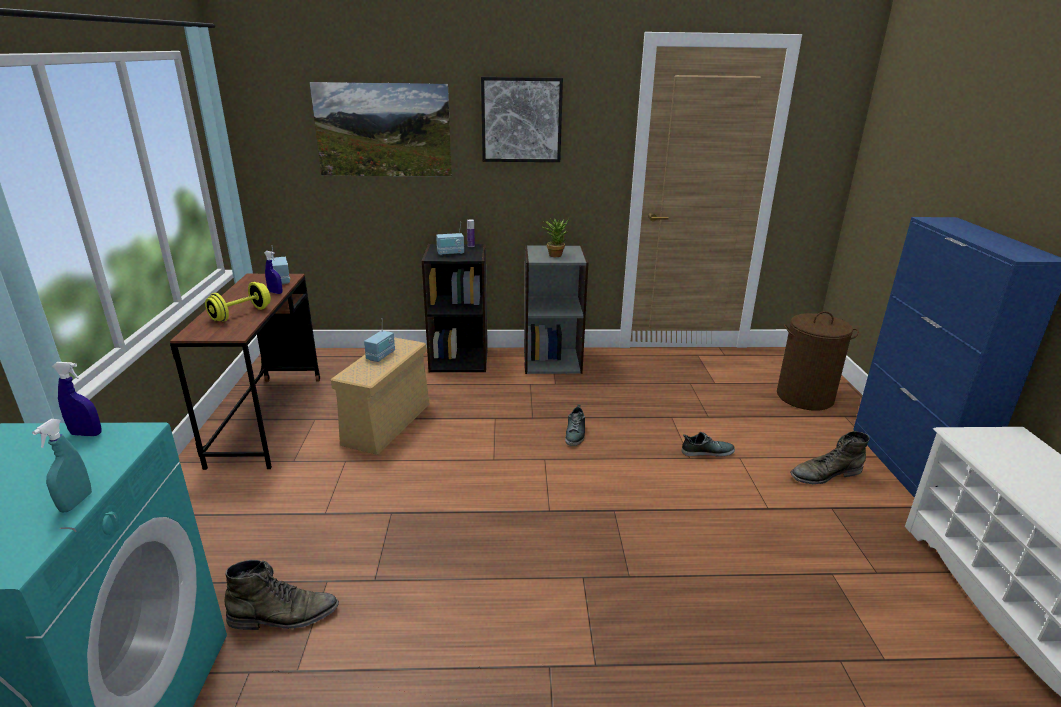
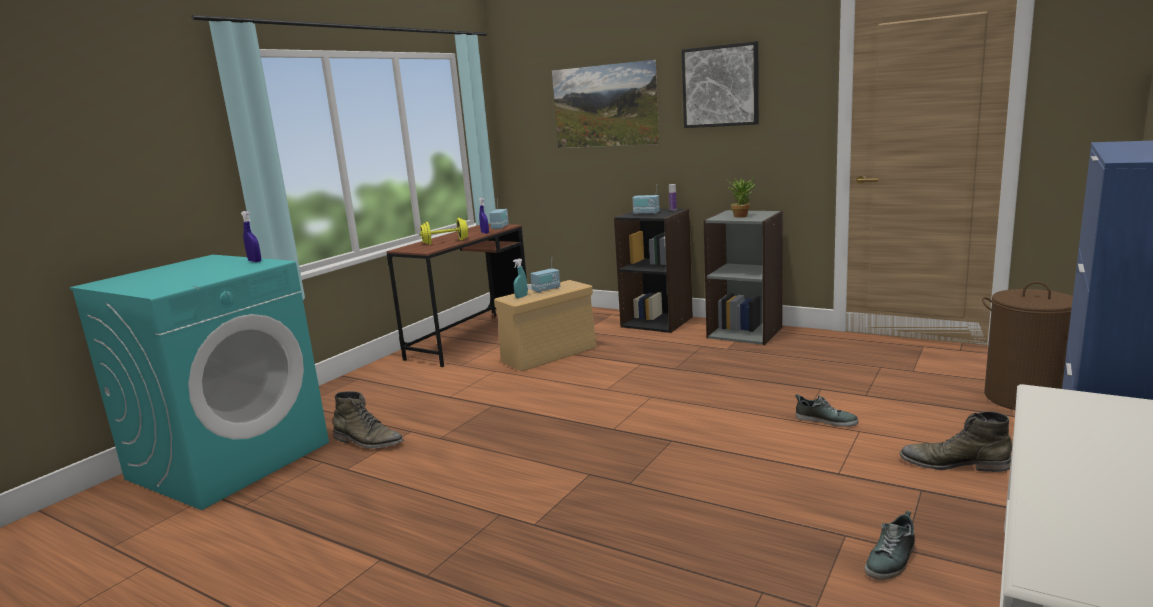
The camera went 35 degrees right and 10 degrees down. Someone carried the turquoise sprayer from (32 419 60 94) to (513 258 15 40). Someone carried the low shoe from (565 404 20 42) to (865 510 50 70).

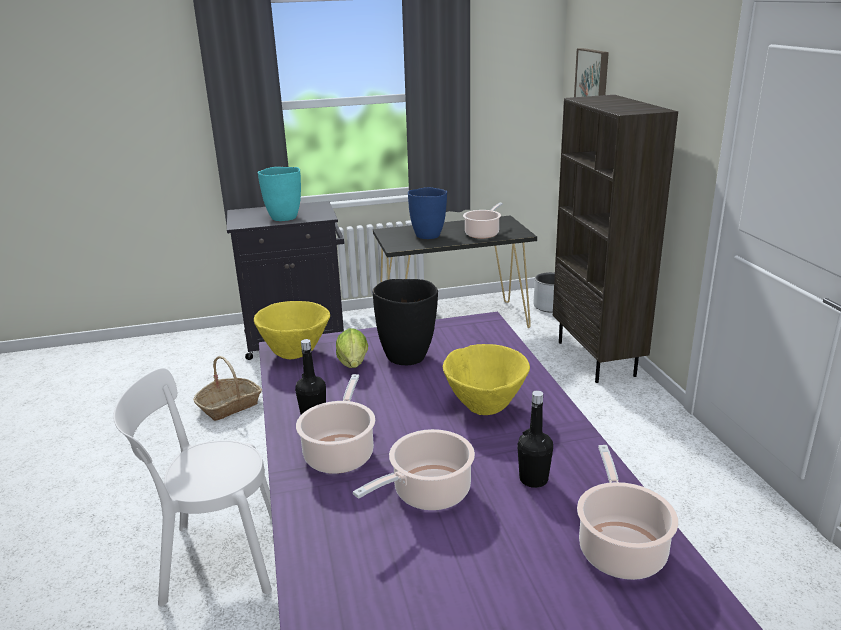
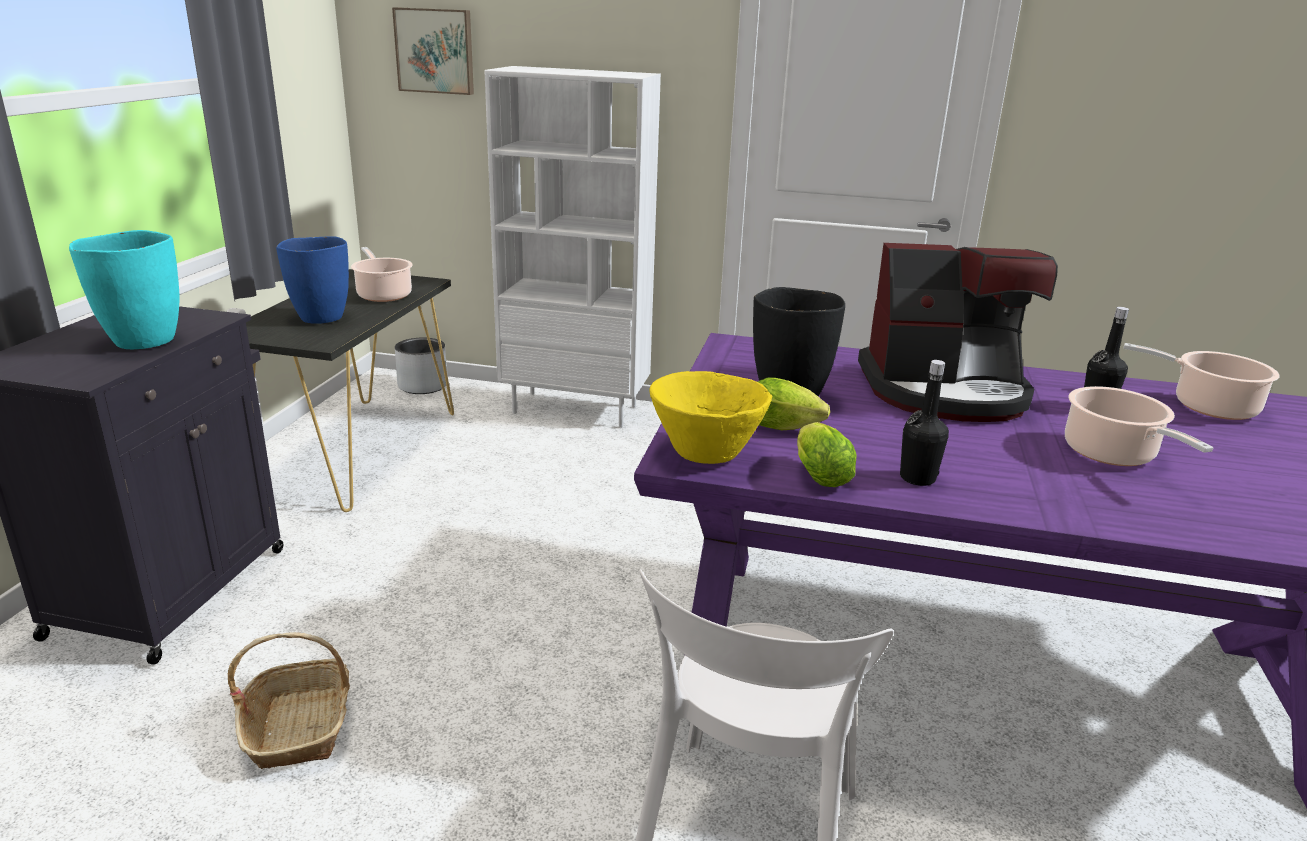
The camera went 65 degrees left and 0 degrees up. Someone took away the stockpot at (296 374 79 100). Someone swapped the yellowish bowl at (443 344 87 71) for the coffee machine at (858 243 200 179). Someone repainted the brown-coloured shelving unit at (553 95 125 288), which became the white shelving unit at (484 66 177 362). Someone put down the lettuce head at (797 422 60 65).

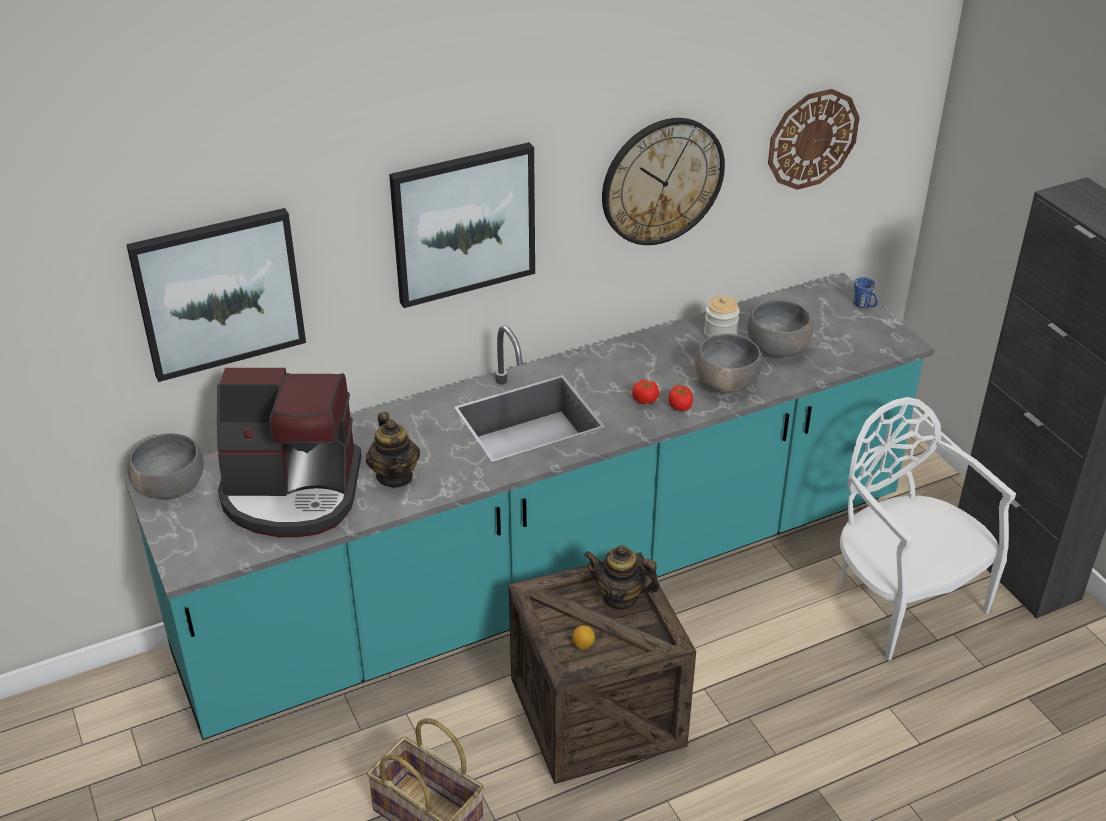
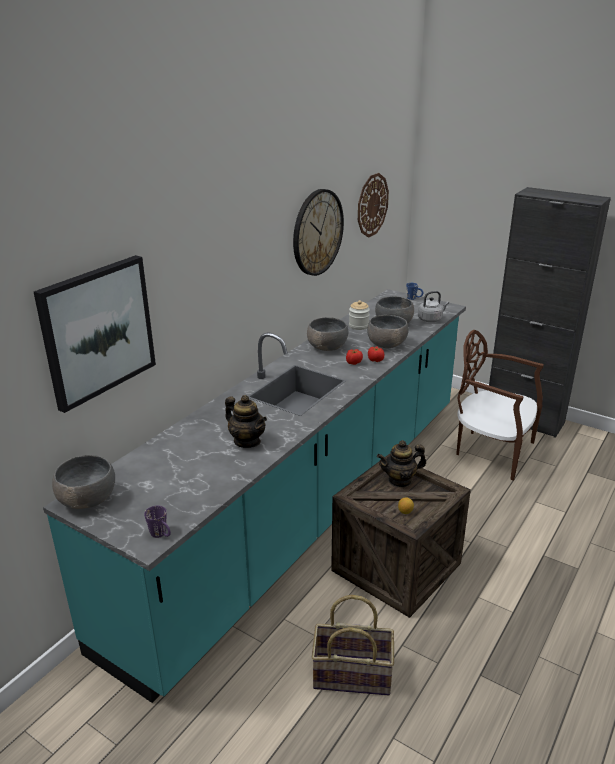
The camera went 30 degrees left and 10 degrees down. Someone took away the coffee machine at (217 368 144 169). Someone took away the wall art at (389 142 146 166). Someone repainted the white plain chair at (840 397 176 264), which became the brown-coloured plain chair at (456 330 88 151). Someone put down the purple-coloured tea mug at (144 506 27 32). Someone put down the greyish bowl at (307 317 41 34). Someone put down the greyish water kettle at (418 291 31 31).

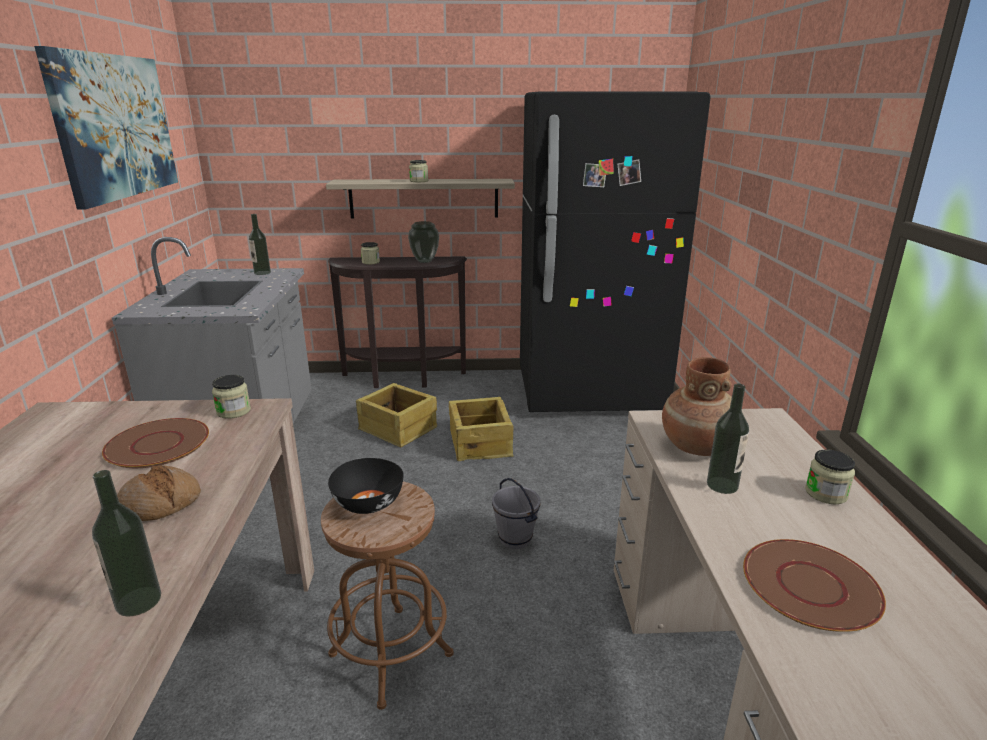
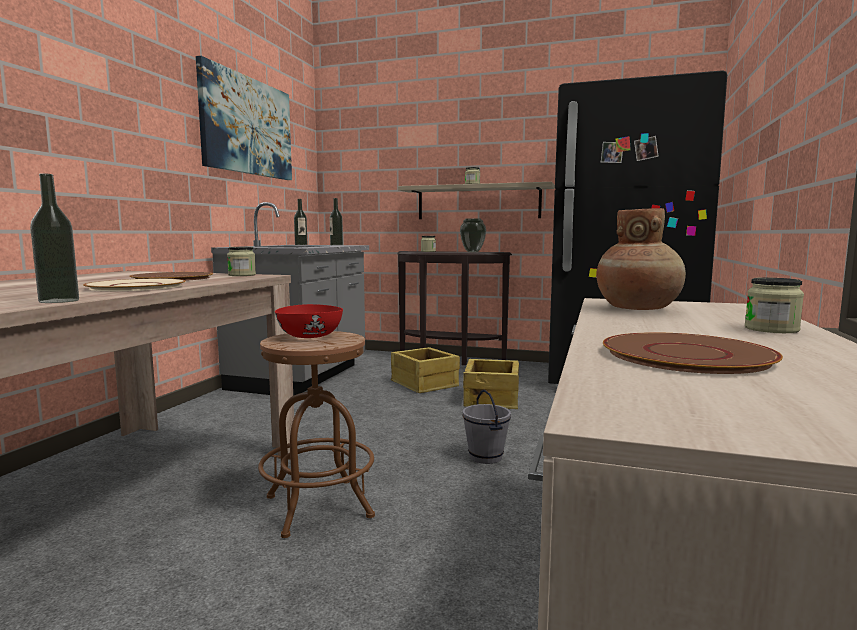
The camera went 20 degrees right and 15 degrees down. Someone swapped the baked bread at (117 465 84 56) for the beige-coloured dinner plate at (83 279 103 12). Someone repainted the black-coloured bowl at (328 458 76 56), which became the red-coloured bowl at (275 304 68 34). Someone carried the bottle from (707 384 42 110) to (294 199 13 46).

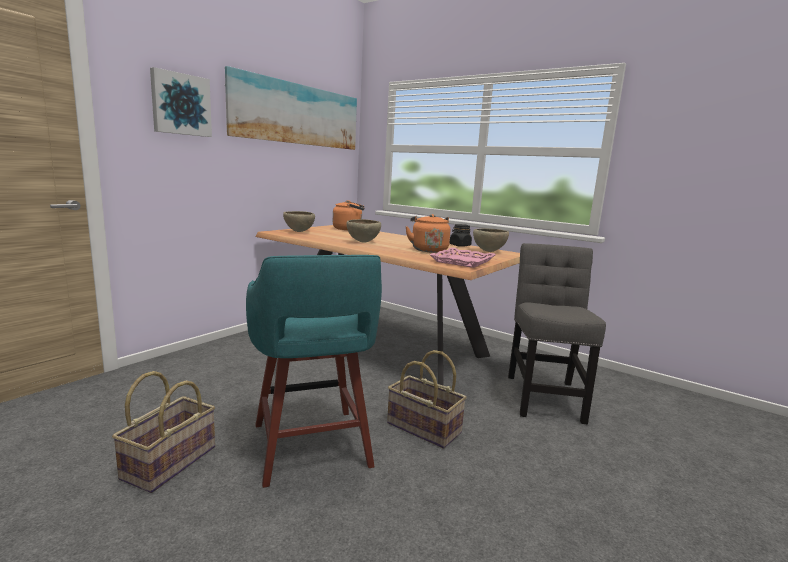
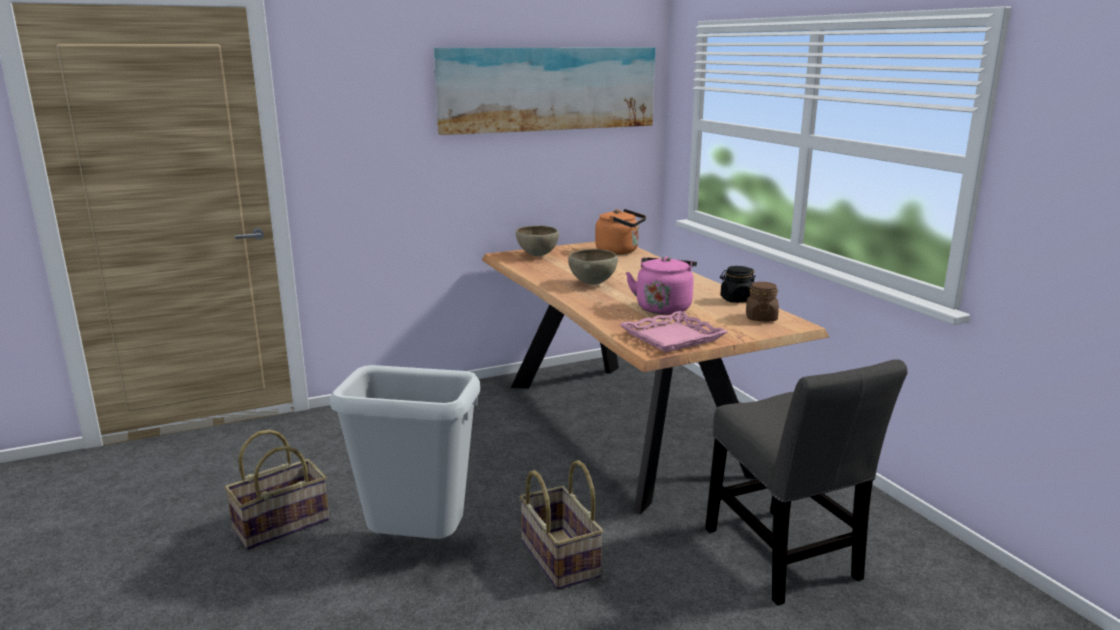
The camera went 30 degrees right and 5 degrees up. Someone took away the wall art at (150 67 62 70). Someone swapped the turquoise sitting stool at (246 255 136 233) for the greyish trash can at (330 365 150 174). Someone repainted the orangey water kettle at (405 214 45 39), which became the pink water kettle at (626 256 71 59). Someone swapped the brown-coloured bowl at (473 228 36 24) for the brown-coloured jar at (746 282 33 39). Someone rotated the greyish plain chair at (508 243 98 182) by 120 degrees clockwise.

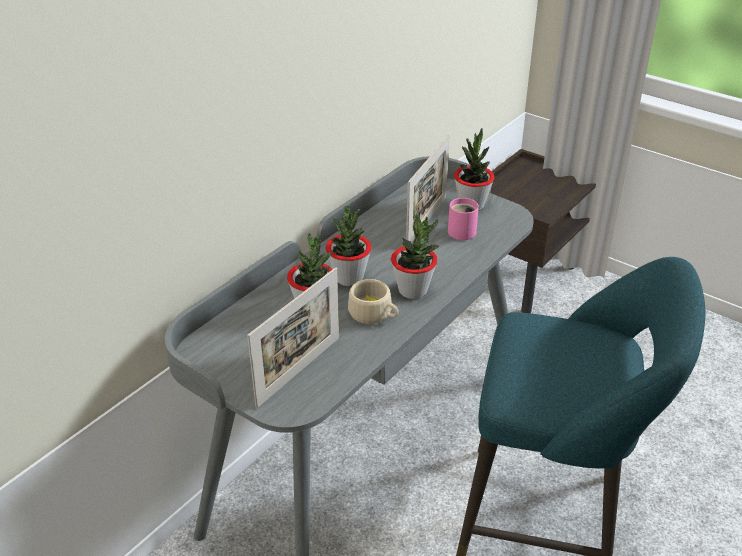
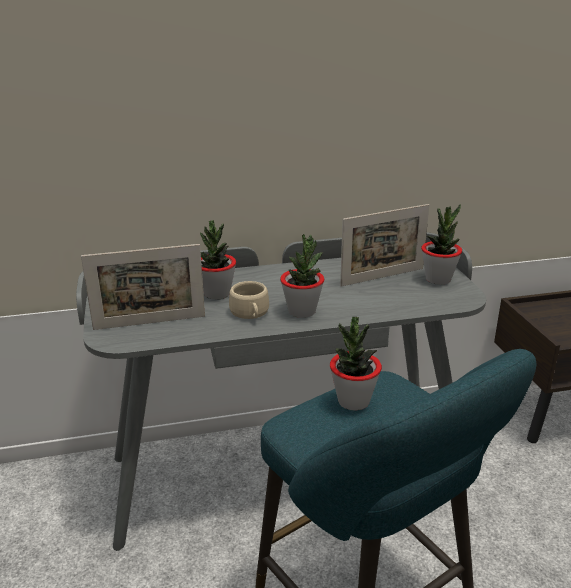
The camera went 40 degrees right and 10 degrees down. Someone carried the houseplant from (326 205 45 81) to (330 317 52 94). Someone took away the pink tea mug at (448 198 31 42).

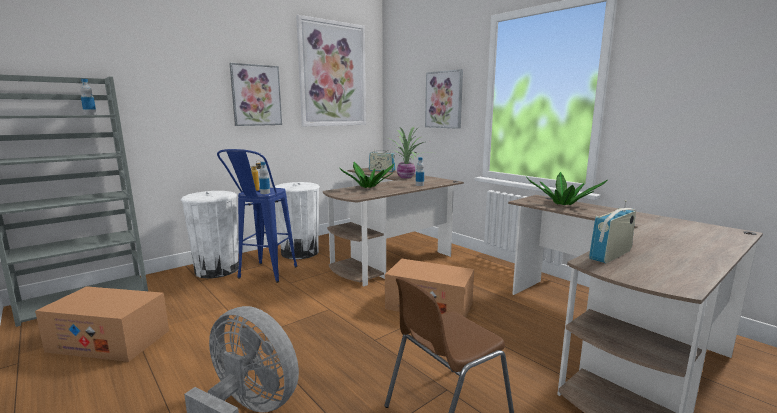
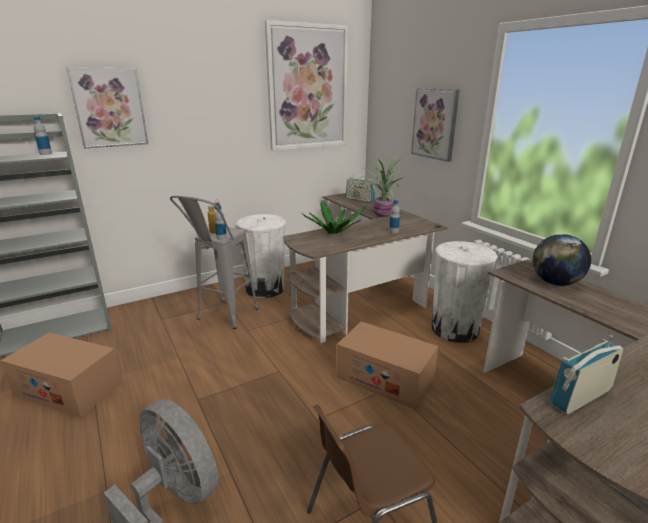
The camera went 10 degrees right and 10 degrees up. Someone carried the white trash can from (181 191 58 87) to (432 241 66 102). Someone repainted the blue-coloured sitting stool at (217 149 81 134), which became the greyish sitting stool at (170 195 89 134). Someone carried the wall art from (229 63 53 63) to (66 67 82 81). Someone swapped the houseplant at (526 172 82 33) for the globe at (532 234 59 52).

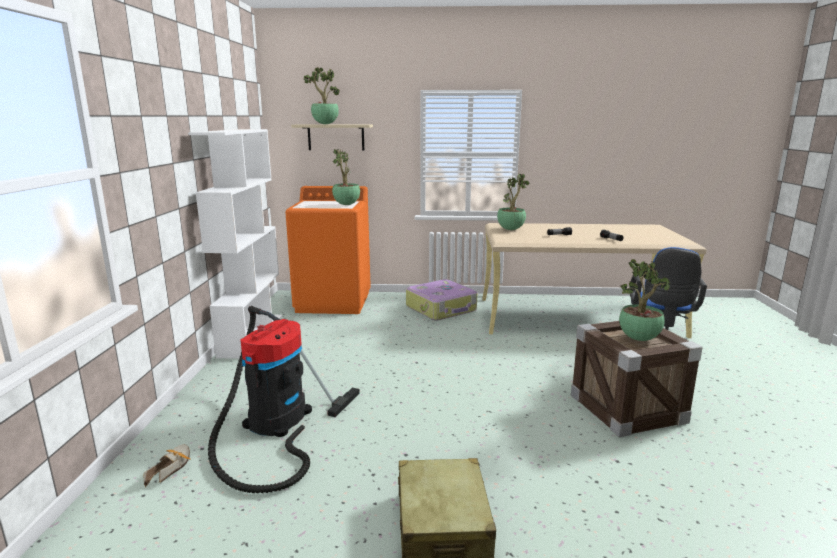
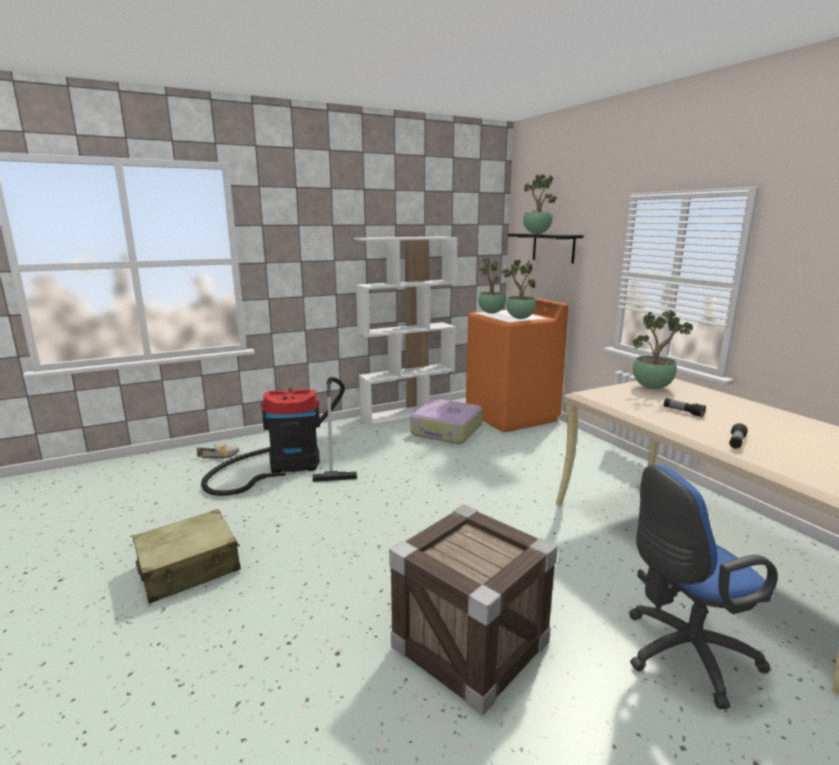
The camera went 60 degrees right and 0 degrees up. Someone repainted the beige-coloured wall shelf at (291 124 82 26), which became the black-coloured wall shelf at (508 233 76 31). Someone carried the piece of luggage from (406 279 71 42) to (410 399 73 45). Someone carried the houseplant from (619 259 51 82) to (478 258 28 56).

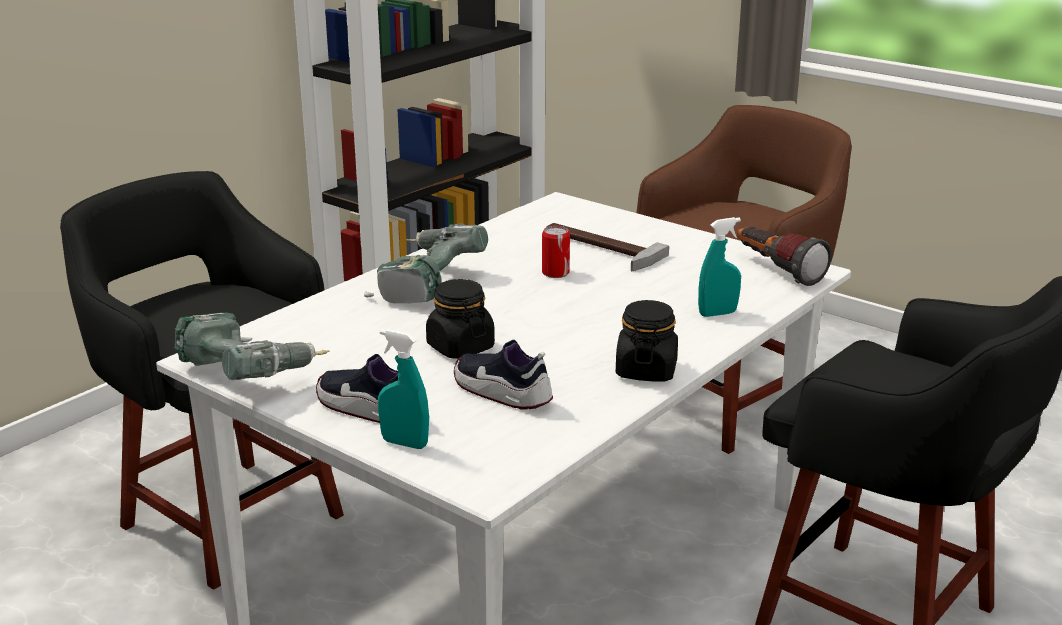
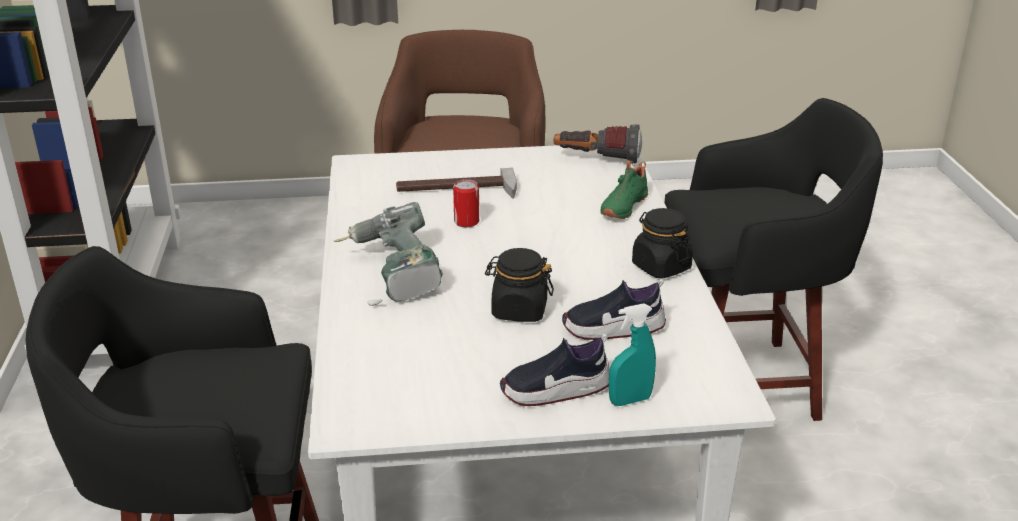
The camera went 45 degrees left and 5 degrees up. Someone took away the drill at (175 313 155 67). Someone swapped the turquoise sprayer at (698 217 43 100) for the green low shoe at (601 160 47 59).

